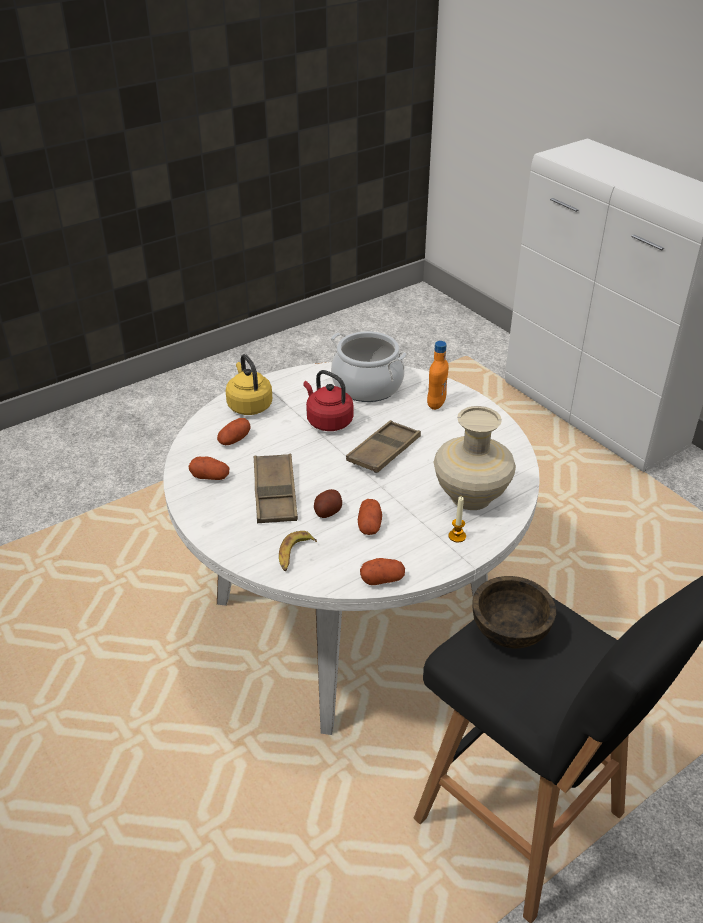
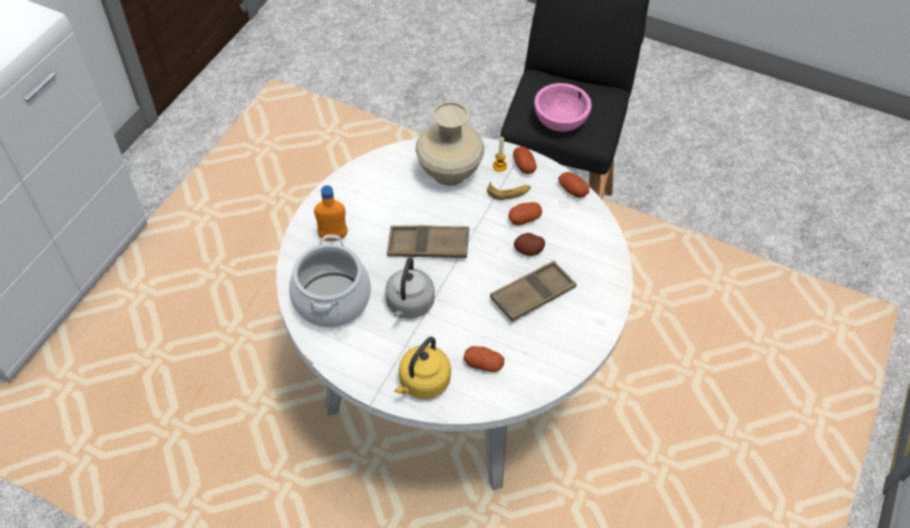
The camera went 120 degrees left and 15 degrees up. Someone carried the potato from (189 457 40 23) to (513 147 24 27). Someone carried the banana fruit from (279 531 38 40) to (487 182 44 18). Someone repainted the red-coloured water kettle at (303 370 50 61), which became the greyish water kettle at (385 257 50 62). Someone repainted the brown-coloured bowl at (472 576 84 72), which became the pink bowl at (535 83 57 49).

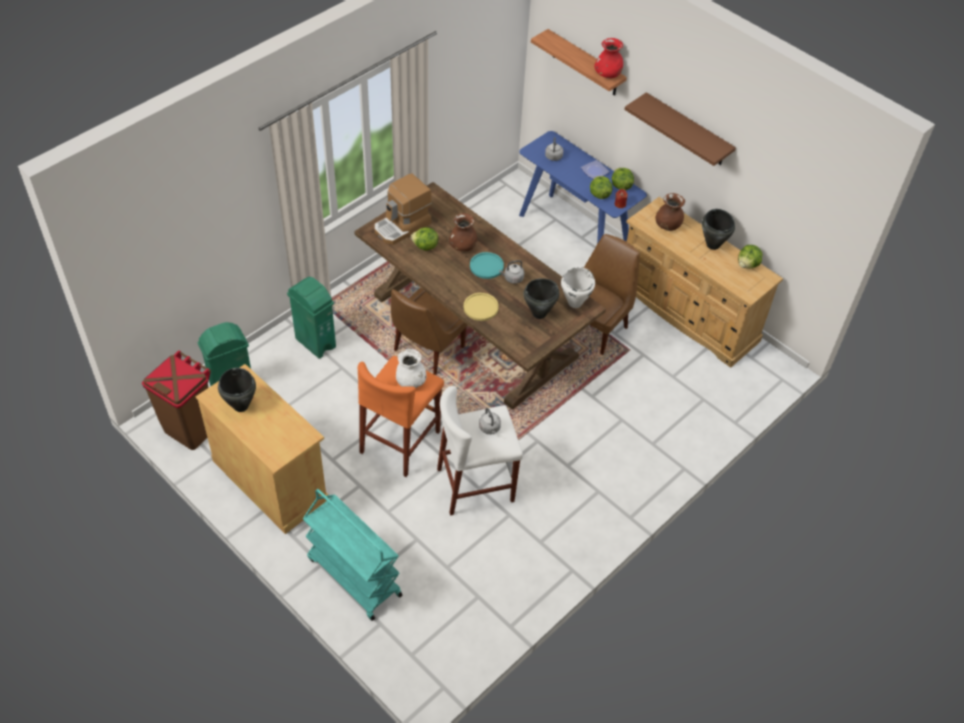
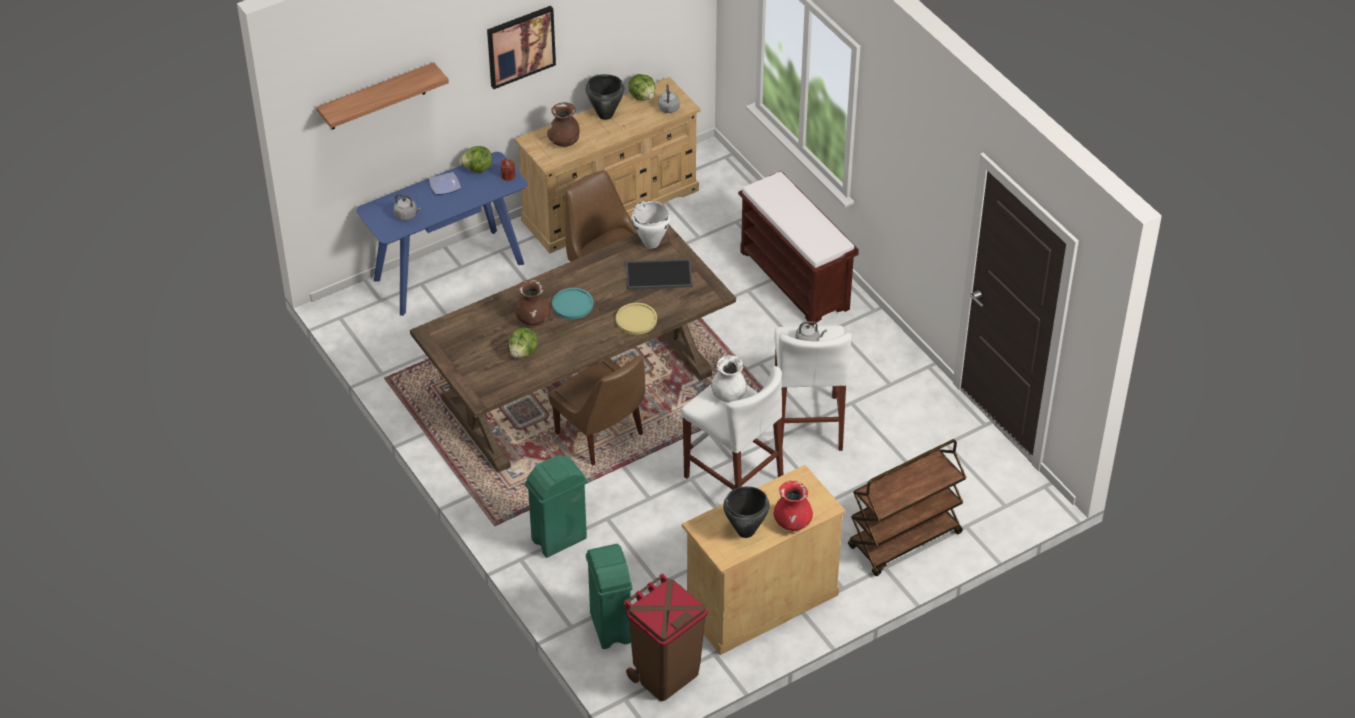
The camera went 75 degrees left and 5 degrees down. Someone repainted the turquoise cart at (303 489 99 132), which became the brown-coloured cart at (848 439 119 137). Someone repainted the orangey sitting stool at (358 356 86 121), which became the white sitting stool at (682 366 101 124). Someone took away the coffee machine at (374 173 58 72). Someone carried the greyish water kettle from (499 260 25 24) to (658 84 22 29). Someone swapped the black-coloured stockpot at (523 278 36 41) for the tray at (626 259 67 30). Someone took away the lettuce head at (590 176 22 23). Someone carried the red-coloured decorative vase from (594 38 29 40) to (774 481 39 50). Someone swapped the brown-coloured wall shelf at (624 92 112 74) for the wall art at (487 6 69 83). Someone put down the brown-coloured bench at (738 171 121 155).

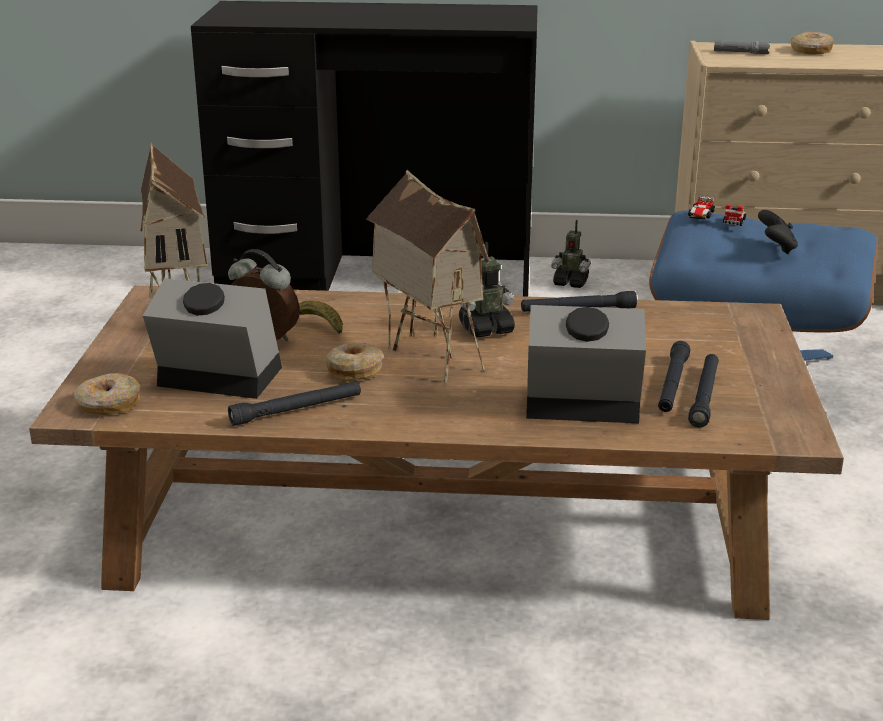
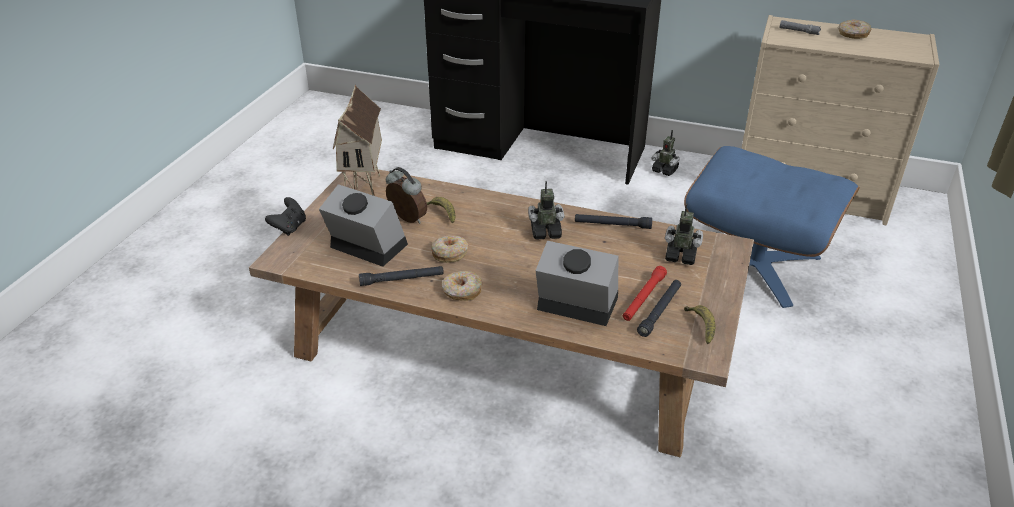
The camera went 15 degrees right and 10 degrees up. Someone carried the donut from (74 373 67 42) to (442 271 41 30). Someone took away the miniature house at (366 170 123 213). Someone repainted the black-coloured flashlight at (658 341 32 71), which became the red-coloured flashlight at (623 266 44 55). Someone took away the miniature car at (688 196 58 30). Someone carried the black-coloured gamepad from (758 210 40 44) to (265 197 41 39). Someone put down the robot figure at (665 203 38 62). Someone put down the banana fruit at (684 305 31 39).

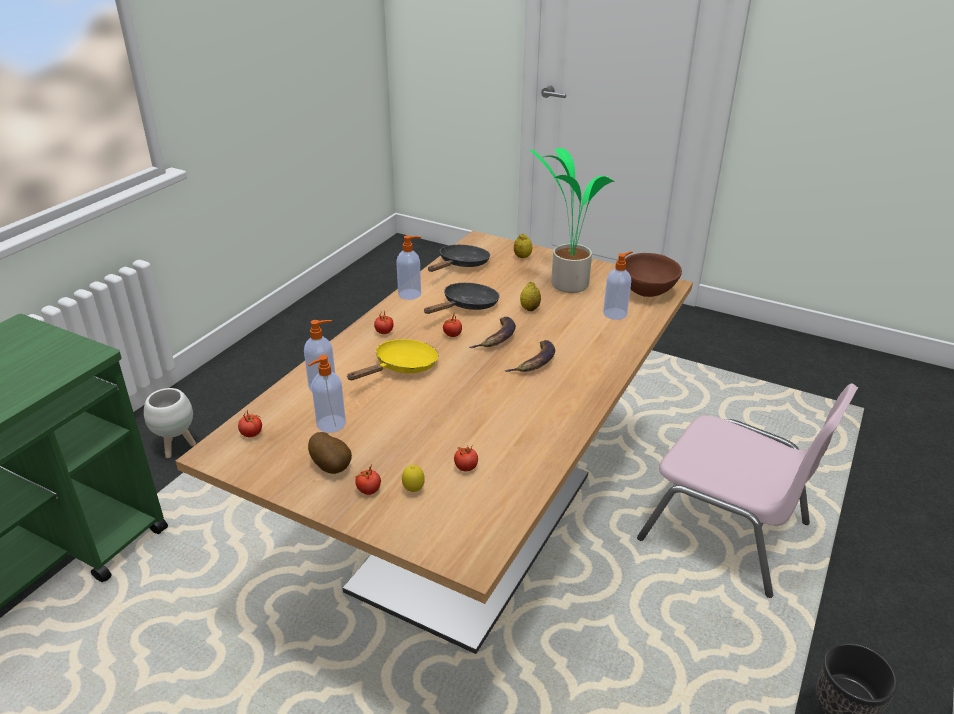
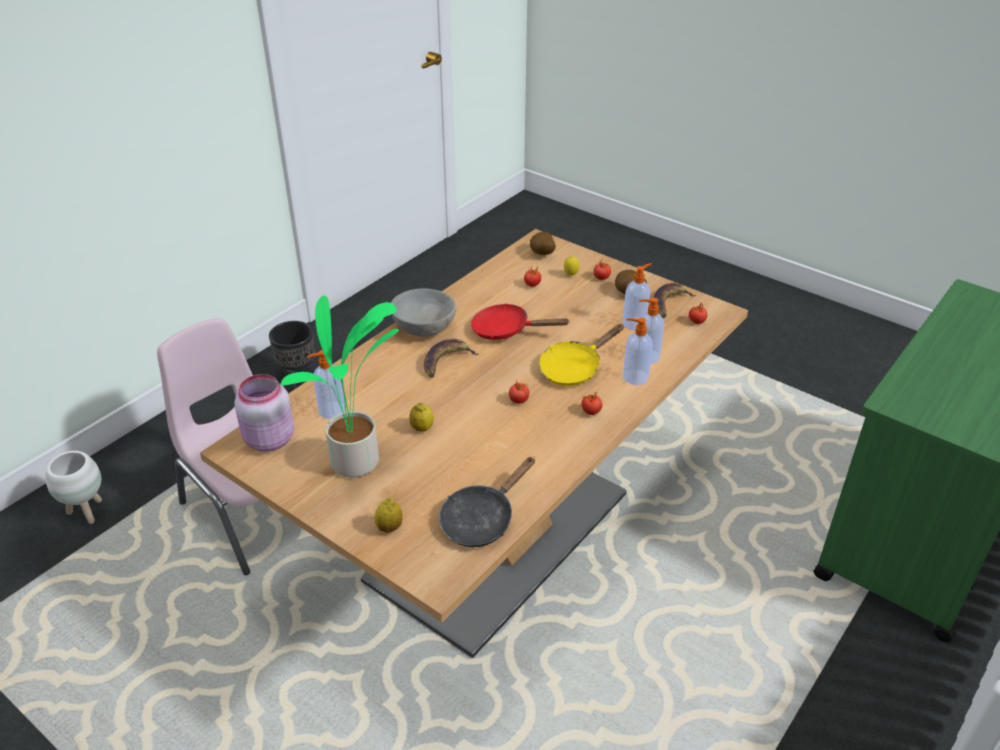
The camera went 170 degrees left and 5 degrees up. Someone carried the white plant pot from (144 388 52 70) to (46 451 56 73). Someone carried the soap bottle from (396 235 25 65) to (623 318 30 67). Someone took away the black-coloured frying pan at (424 283 76 31). Someone carried the banana fruit from (470 317 46 31) to (654 283 42 35). Someone swapped the brown-coloured bowl at (624 253 58 44) for the pink jar at (234 374 60 78). Someone put down the greyish bowl at (391 289 65 48). Someone put down the red-coloured frying pan at (471 303 99 37). Someone put down the potato at (530 232 26 23).

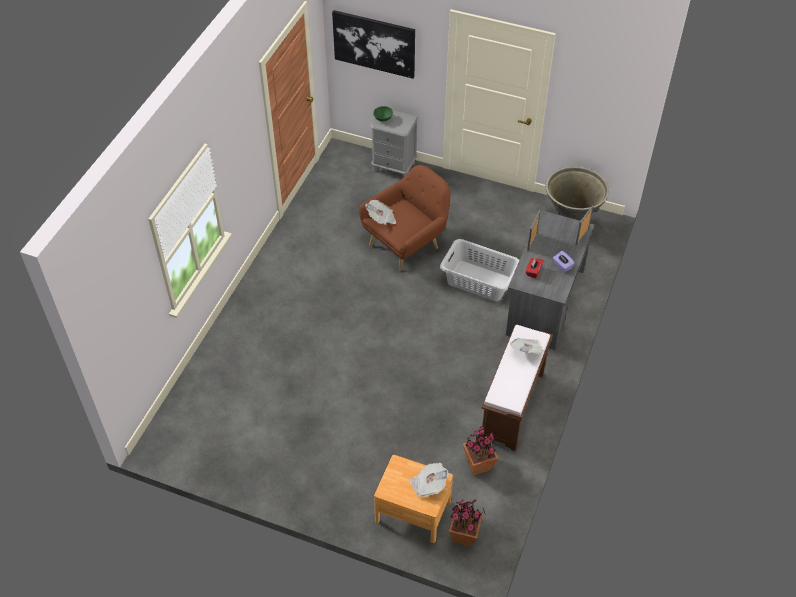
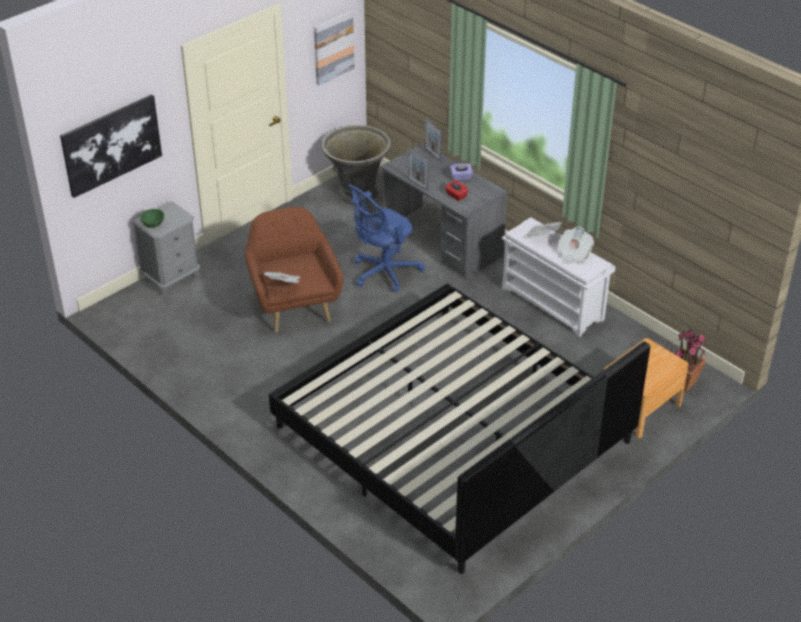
The camera went 65 degrees left and 10 degrees down. Someone carried the printed paper from (409 463 40 34) to (558 227 36 37). Someone swapped the greyish hamper at (440 239 79 62) for the blue-coloured desk chair at (348 184 77 109). Someone took away the houseplant at (463 426 35 49). Someone repainted the brown-coloured bench at (481 325 72 126), which became the white bench at (502 217 113 120). Someone put down the bed at (269 284 381 290). Someone put up the wall art at (314 10 40 75).

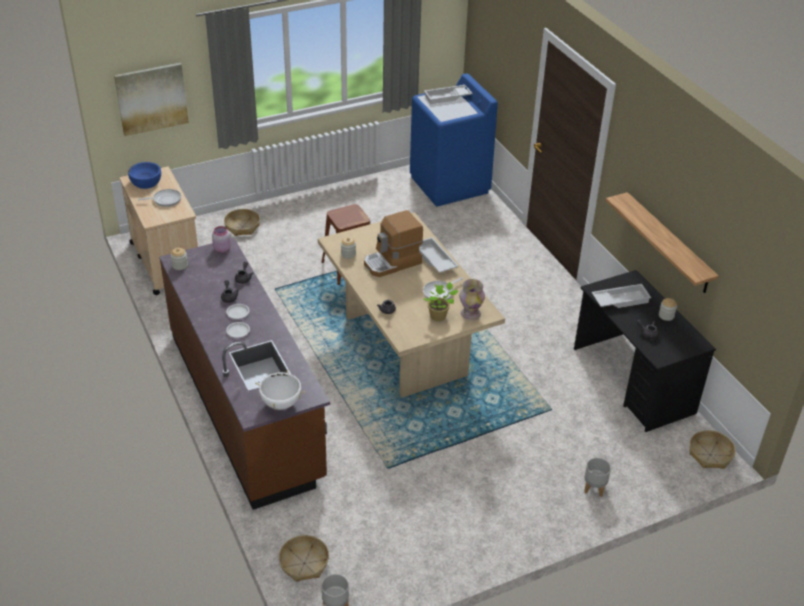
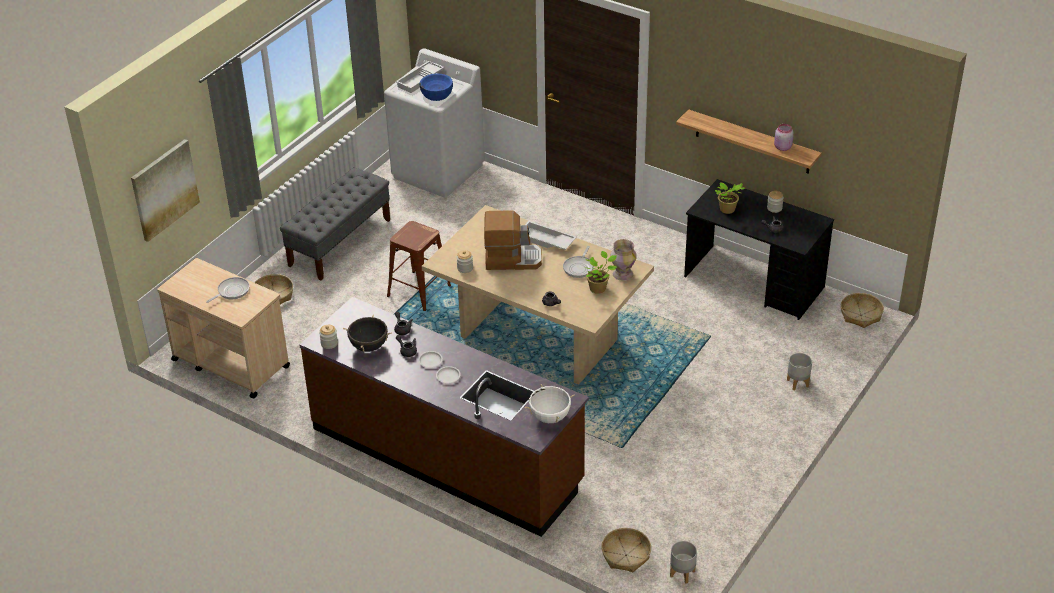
The camera went 30 degrees left and 0 degrees up. Someone carried the blue-coloured bowl from (128 162 33 27) to (420 73 33 28). Someone carried the pink jar from (212 226 19 26) to (774 124 20 27). Someone rotated the coffee machine at (364 210 59 67) by 120 degrees counterclockwise. Someone repainted the blue-coloured washing machine at (410 73 88 133), which became the white washing machine at (384 48 101 150). Someone swapped the white tray at (591 284 60 24) for the houseplant at (715 183 30 31). Someone put down the greyish bench at (280 168 110 112). Someone put down the black-coloured stockpot at (343 314 49 38).

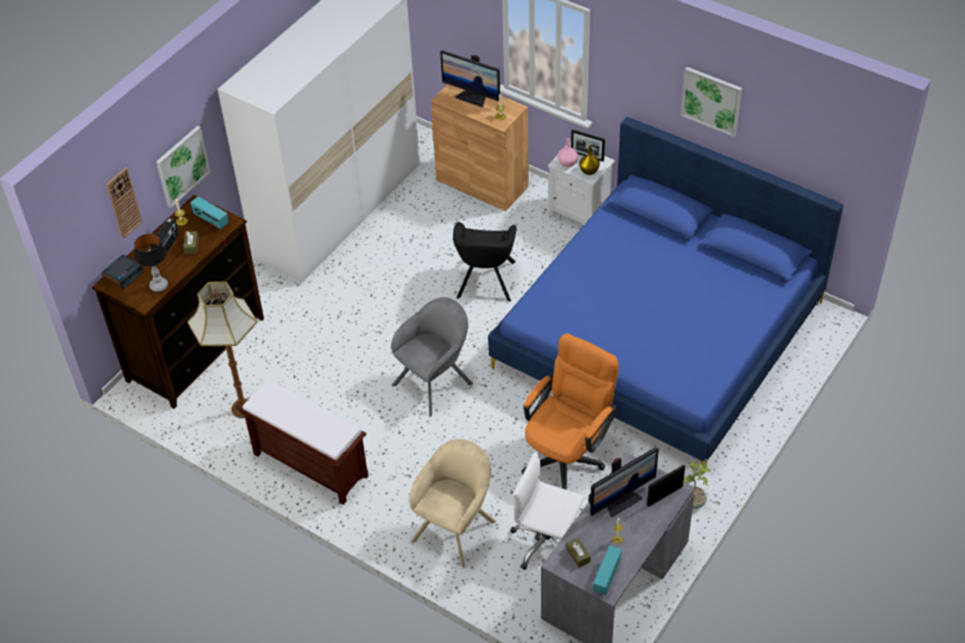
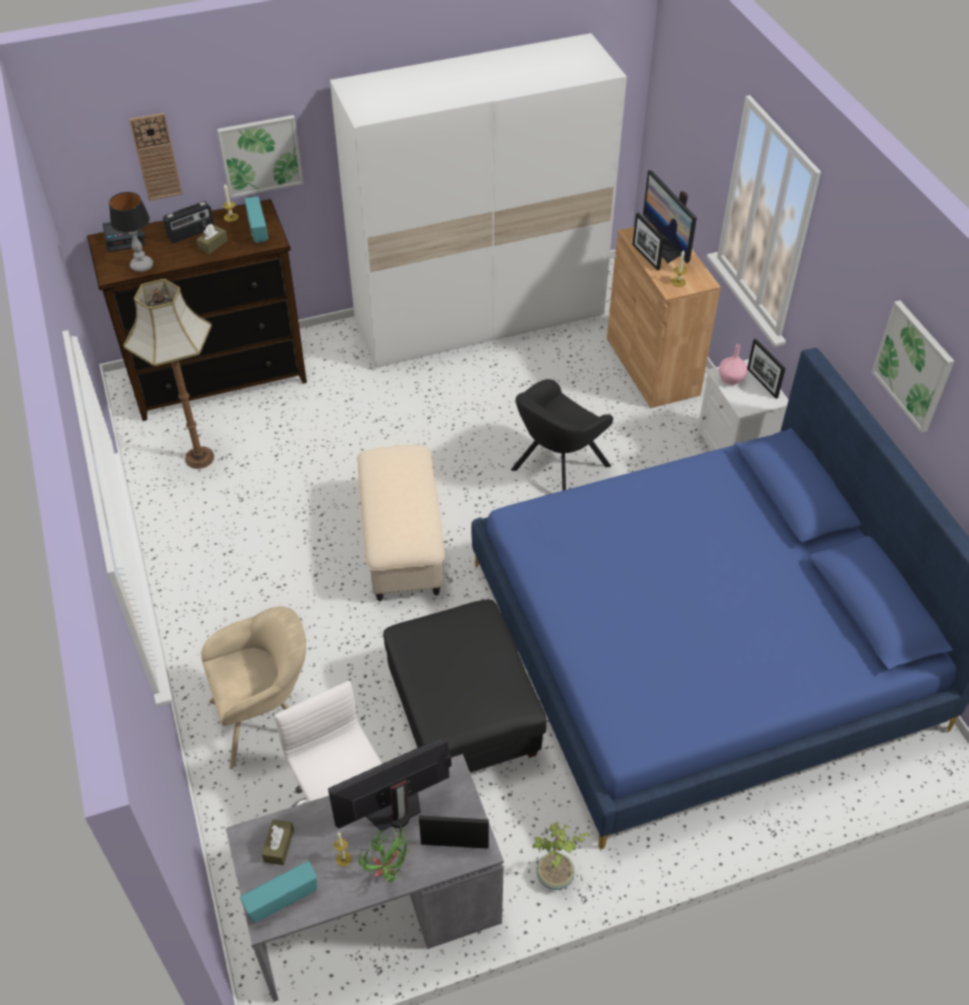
The camera went 35 degrees right and 0 degrees up. Someone took away the brown-coloured bench at (239 379 130 126). Someone swapped the greyish lounge chair at (391 297 82 120) for the beige-coloured pouffe at (357 445 88 156). Someone swapped the orangey desk chair at (521 333 98 157) for the black-coloured pouffe at (383 600 163 172). Someone took away the yellowish decorative vase at (579 146 21 29). Someone rotated the computer screen at (589 447 70 71) by 150 degrees clockwise. Someone put down the houseplant at (358 822 53 60). Someone put down the picture frame at (633 213 31 58).

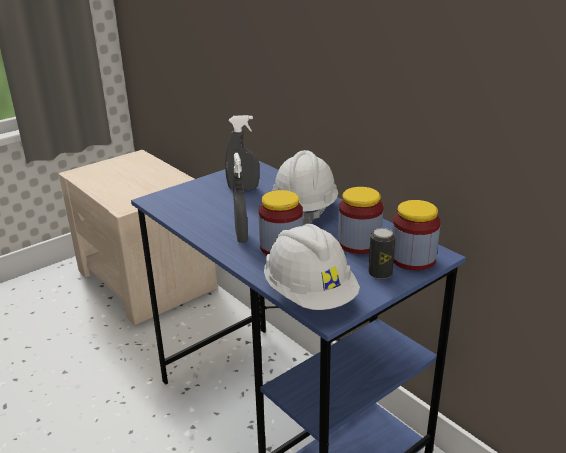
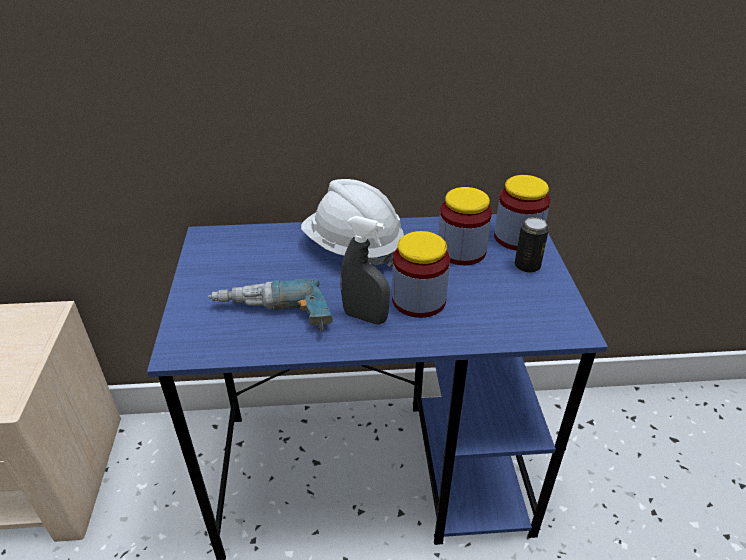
The camera went 55 degrees left and 10 degrees up. Someone took away the greyish sprayer at (225 115 34 75). Someone took away the white work helmet at (264 224 96 86). Someone put down the drill at (208 279 125 52).

